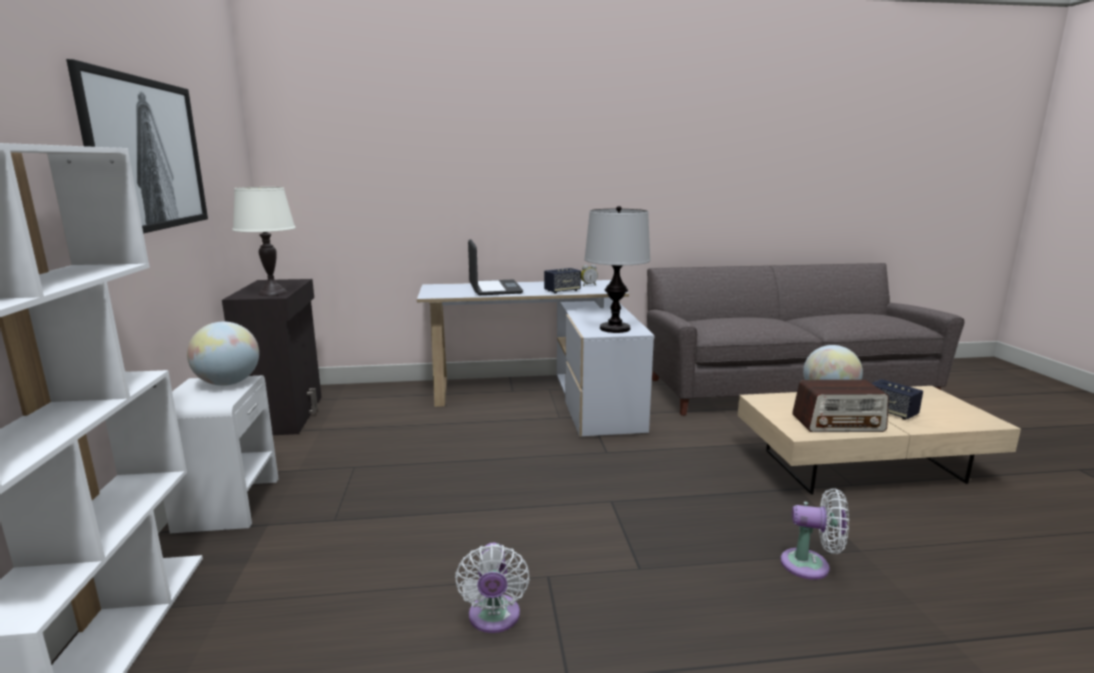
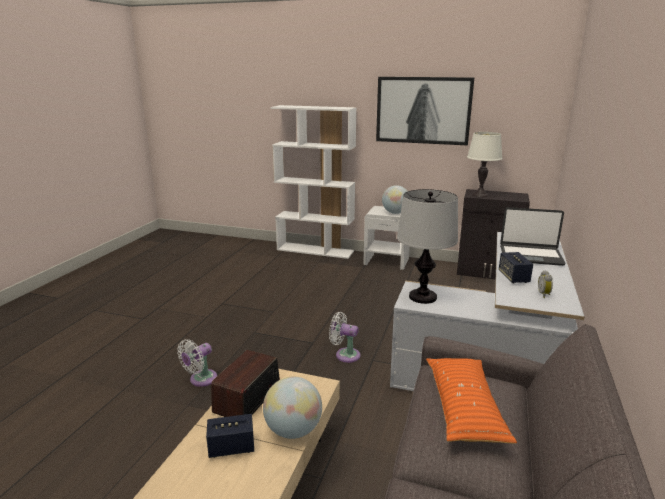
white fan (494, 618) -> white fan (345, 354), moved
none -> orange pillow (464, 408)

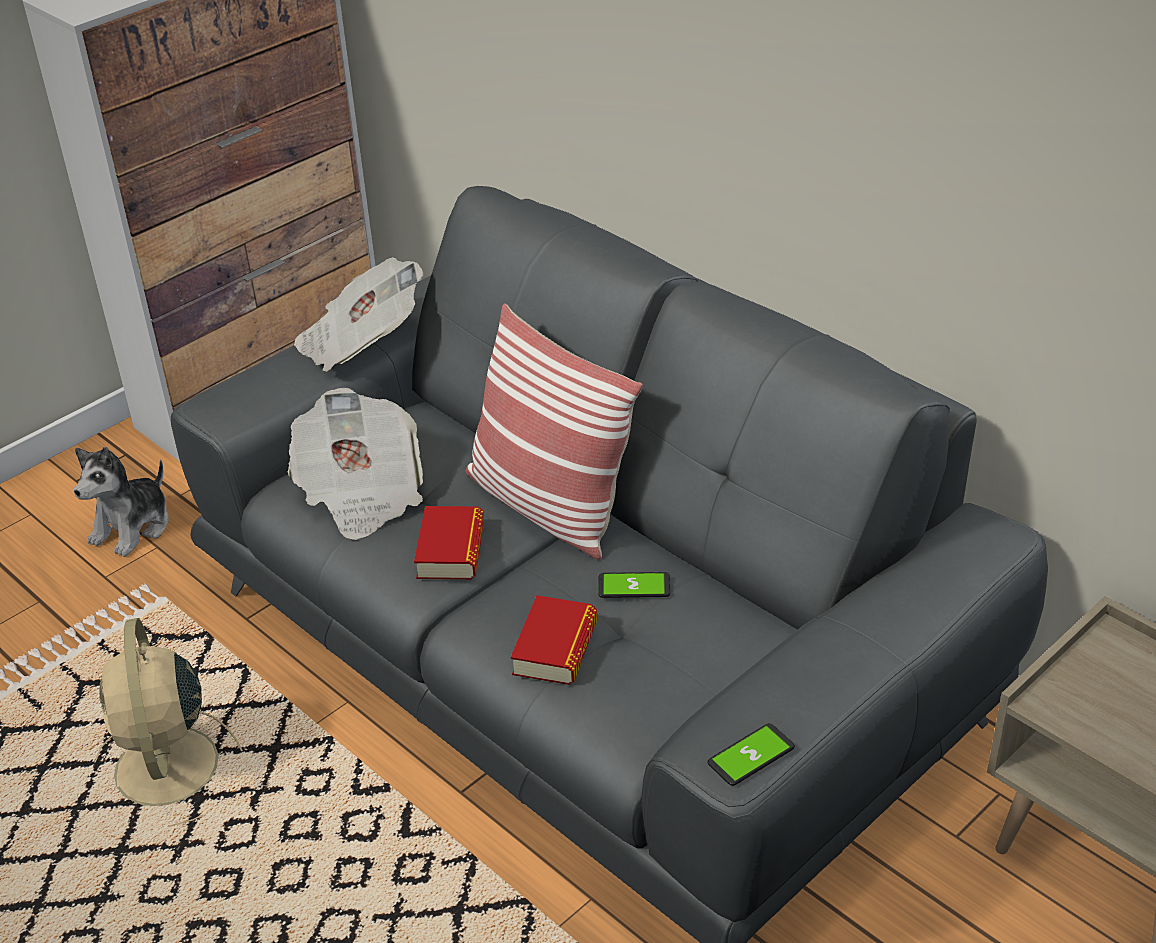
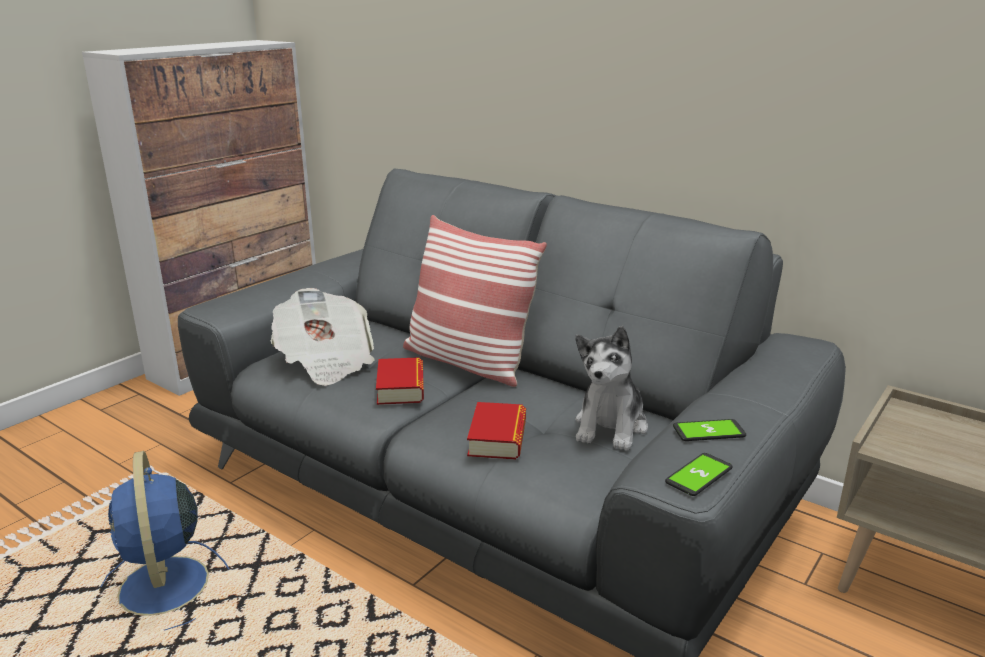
beige fan (167, 771) -> blue fan (164, 589)
plush toy (132, 527) -> plush toy (611, 426), moved
phone (634, 586) -> phone (708, 431), moved
newspaper (361, 343) -> none

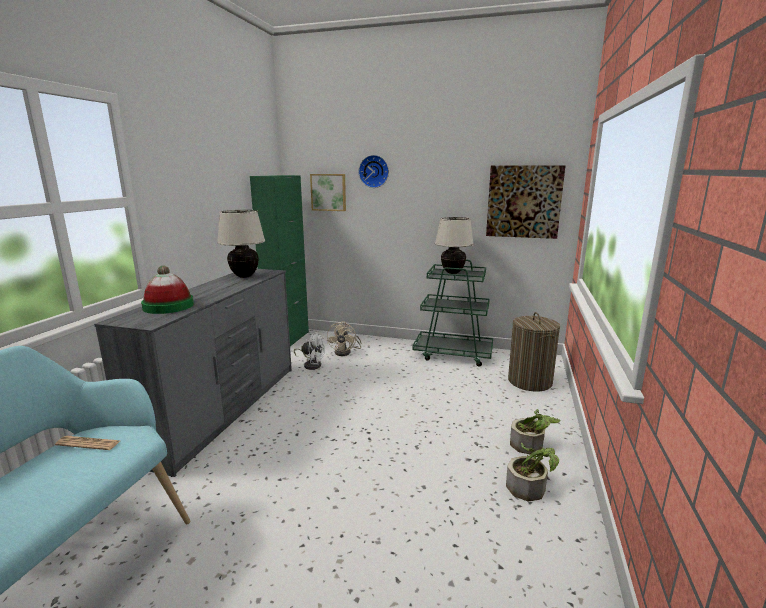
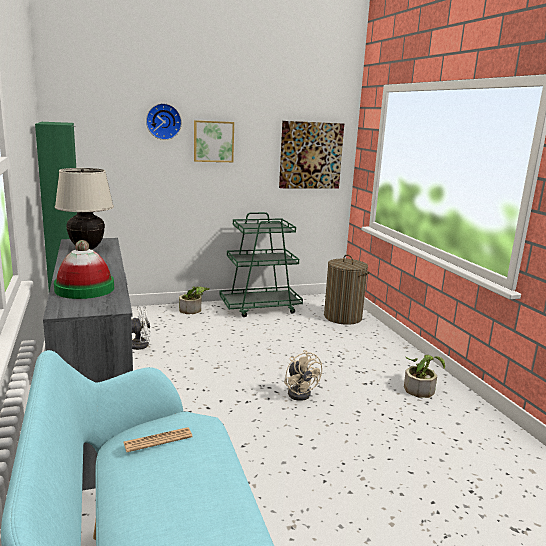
potted plant (531, 445) -> potted plant (193, 309), moved
picture (328, 192) -> picture (213, 141), moved
beige fan (346, 352) -> beige fan (300, 392), moved
beige table lamp (452, 272) -> none

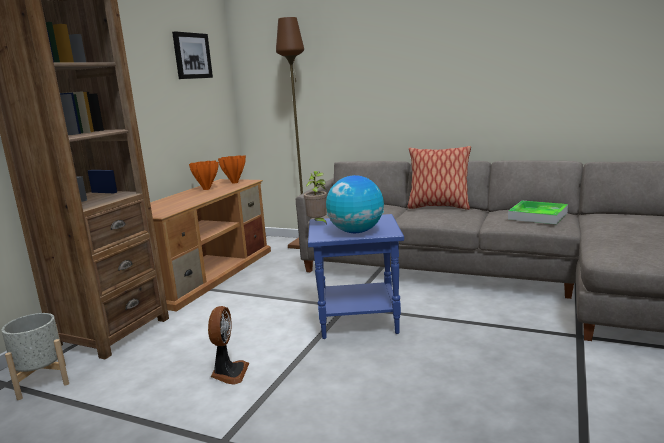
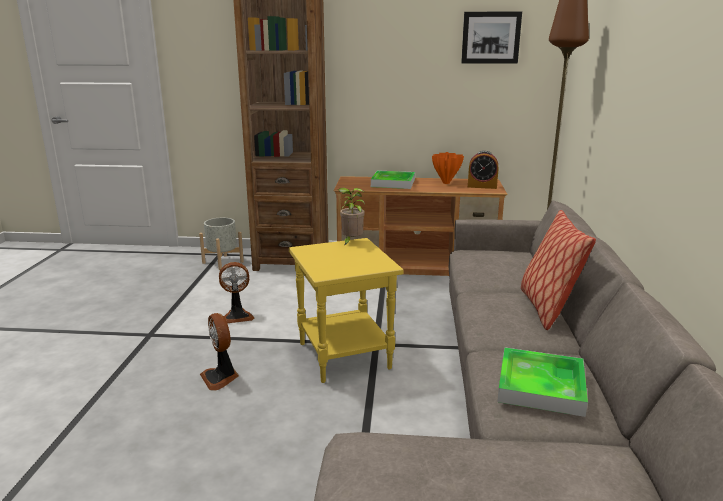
none -> fan (221, 378)
blue side table (359, 320) -> yellow side table (346, 356)
none -> tray (393, 183)
orange vase (234, 182) -> alarm clock (482, 186)
globe (356, 232) -> none

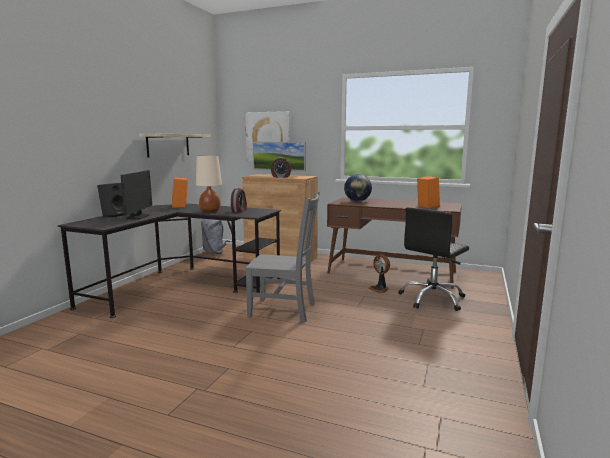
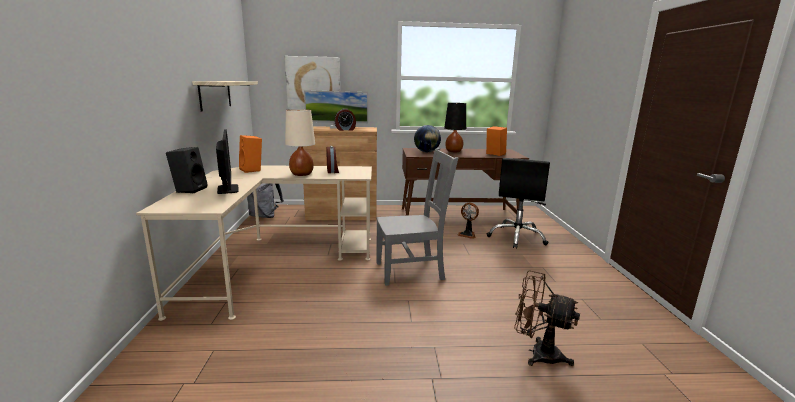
black desk (182, 286) -> beige desk (272, 262)
none -> black table lamp (453, 151)
none -> brown fan (537, 353)

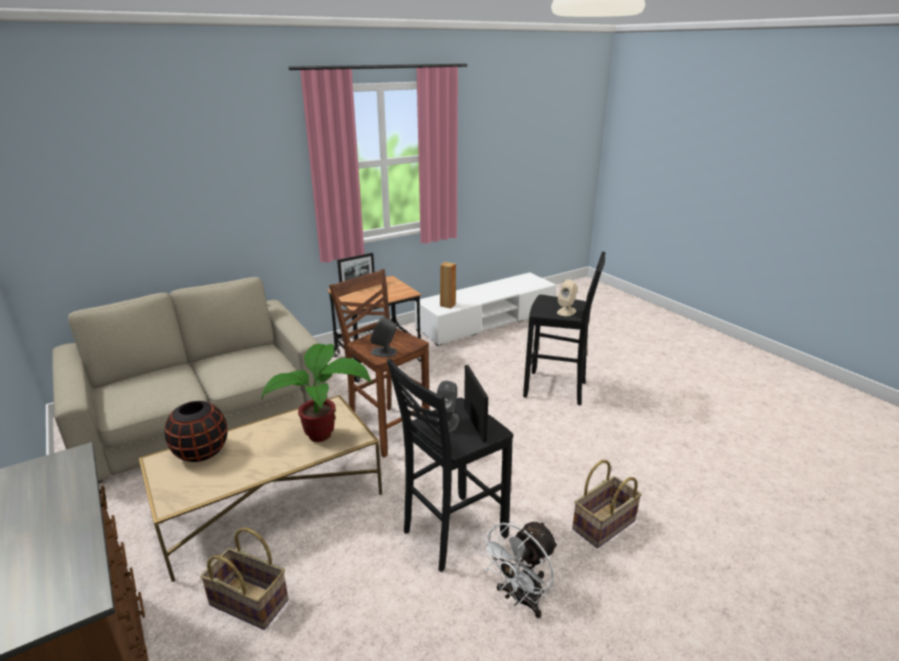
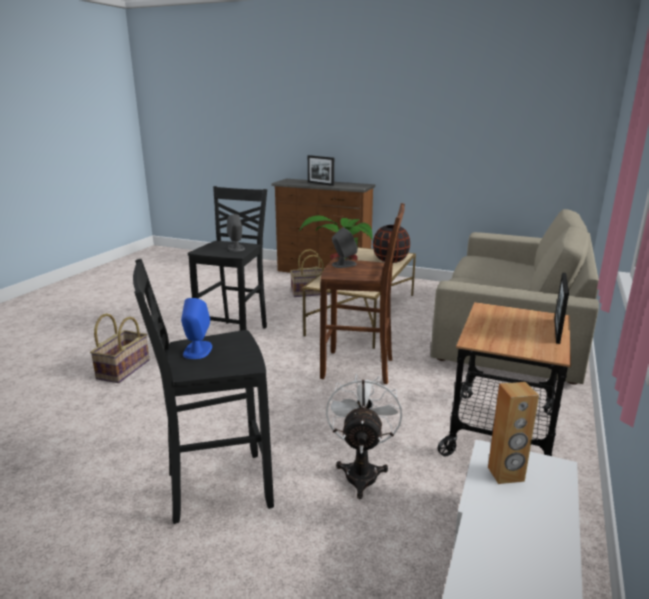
beige speaker (566, 311) -> blue speaker (197, 350)
picture frame (475, 423) -> picture frame (320, 183), moved
white fan (520, 599) -> white fan (361, 471), moved

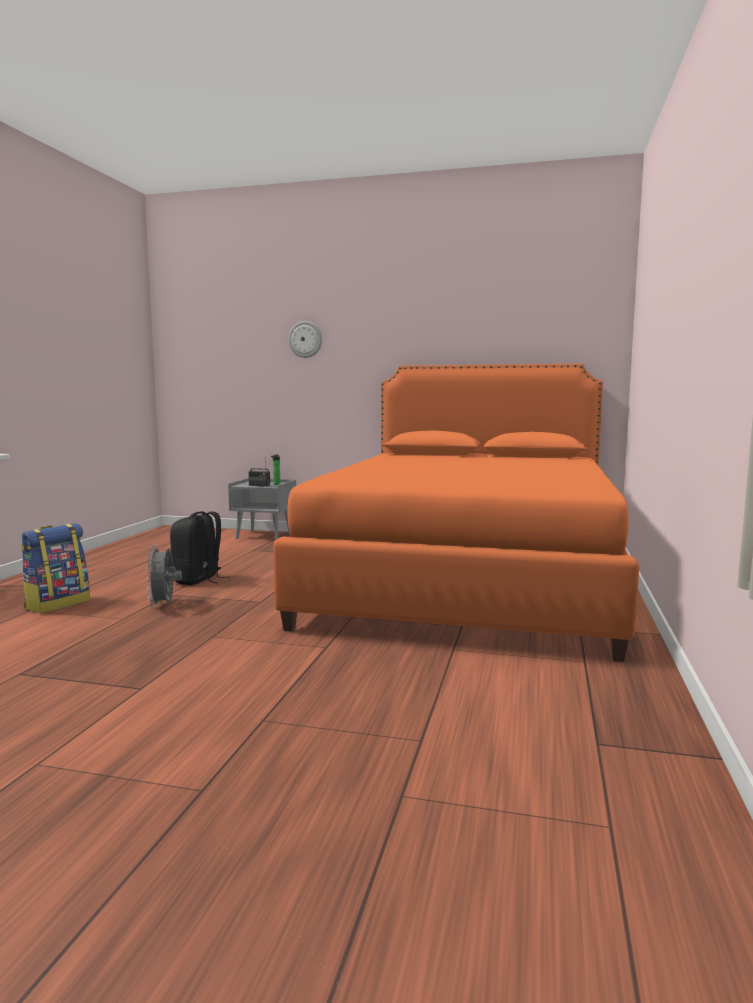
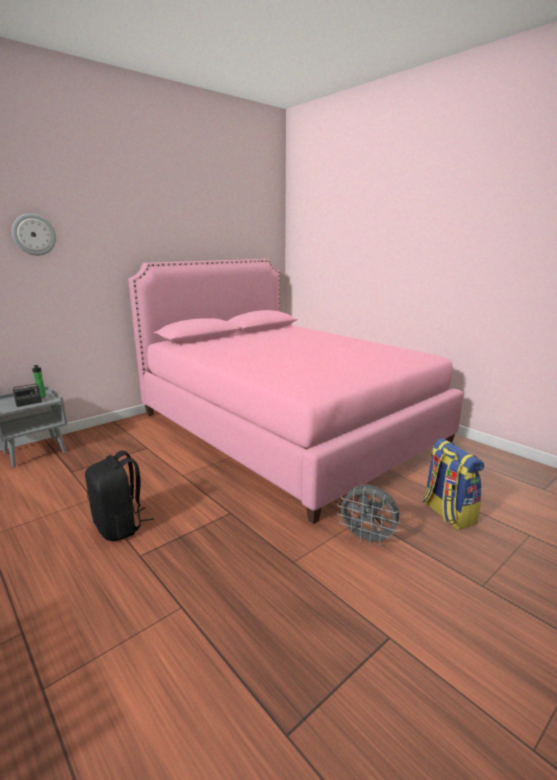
orange bed (468, 581) -> pink bed (286, 428)
grey fan (164, 606) -> grey fan (367, 539), moved
backpack (57, 604) -> backpack (447, 513), moved

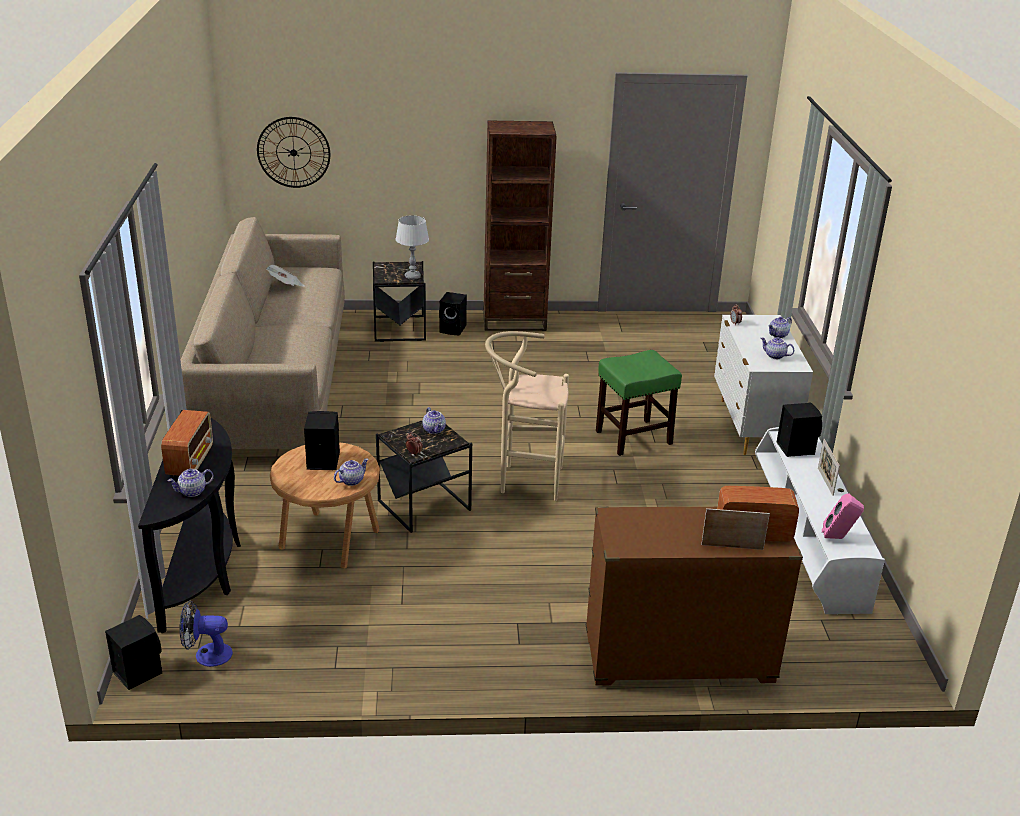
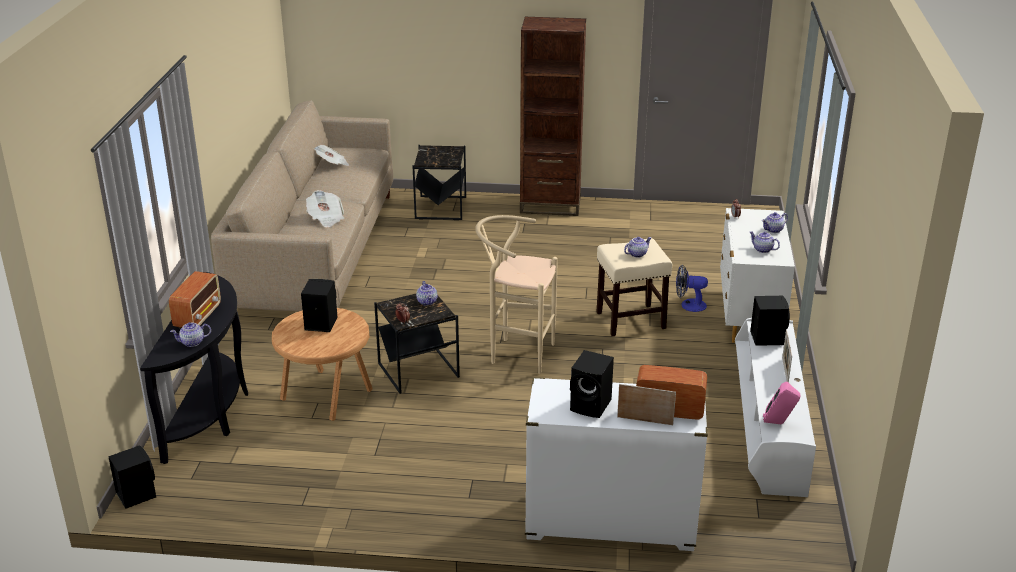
none -> newspaper (326, 218)
brown dresser (678, 658) -> white dresser (610, 522)
black speaker (453, 329) -> black speaker (592, 406), moved
green stool (633, 438) -> beige stool (630, 320)
teapot (351, 480) -> teapot (637, 254), moved
fan (206, 654) -> fan (688, 305), moved
wall clock (293, 152) -> none
grey table lamp (412, 276) -> none

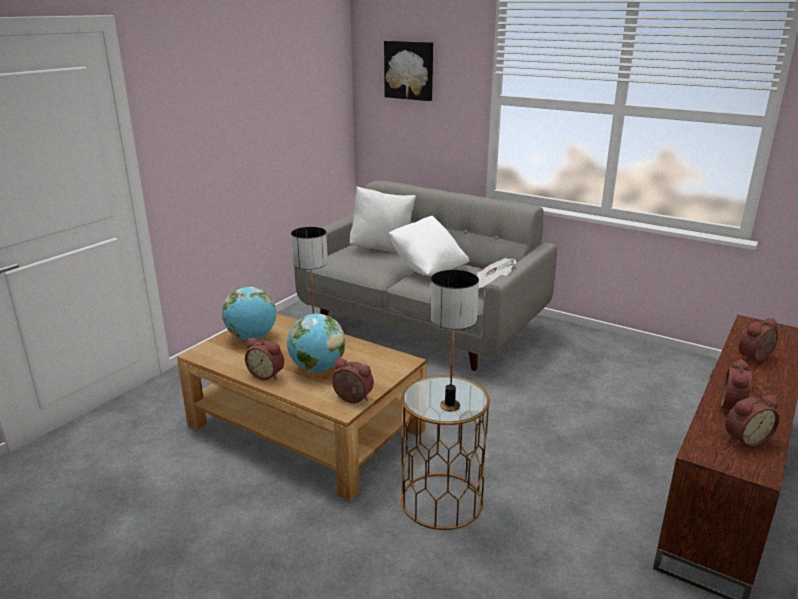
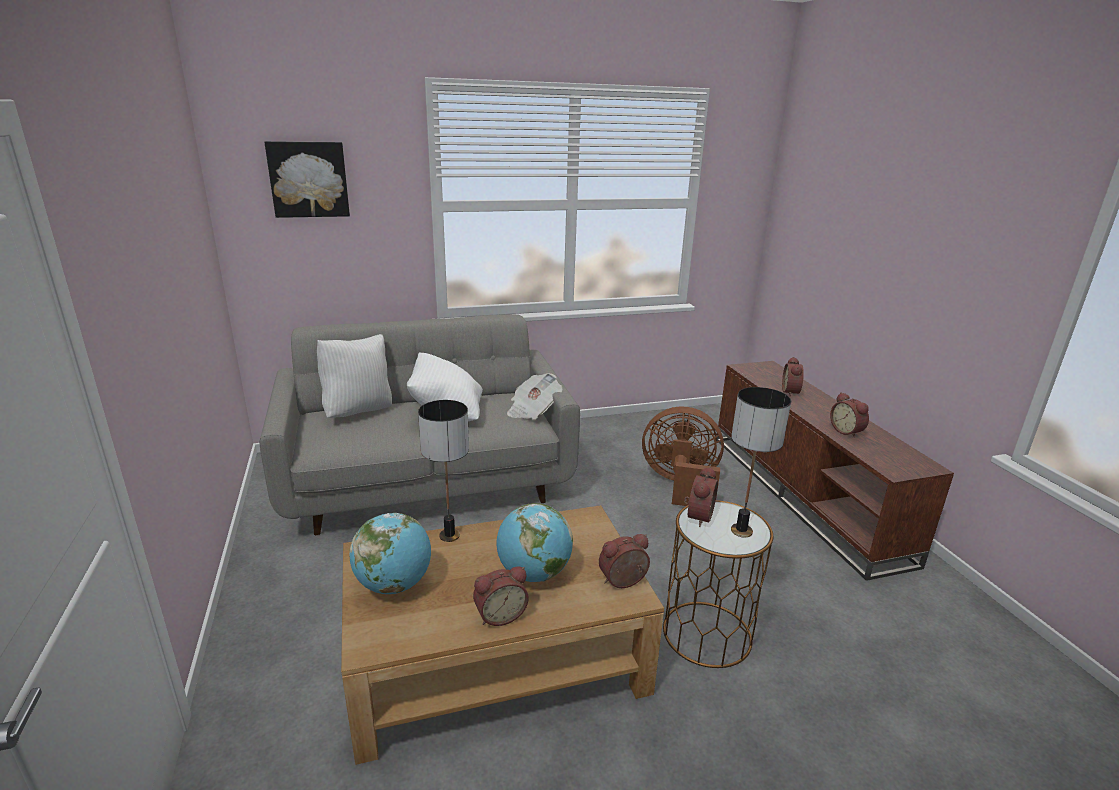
none -> brown fan (680, 485)
alarm clock (745, 439) -> alarm clock (697, 516), moved

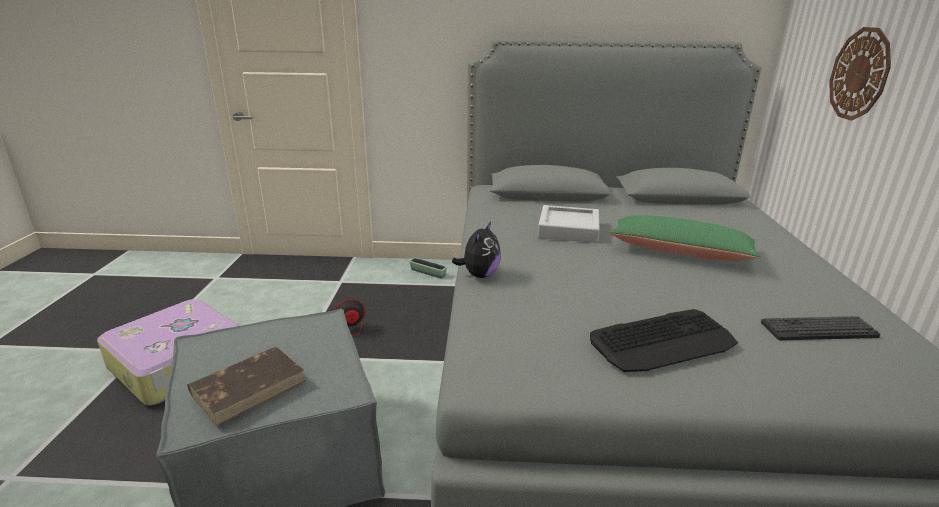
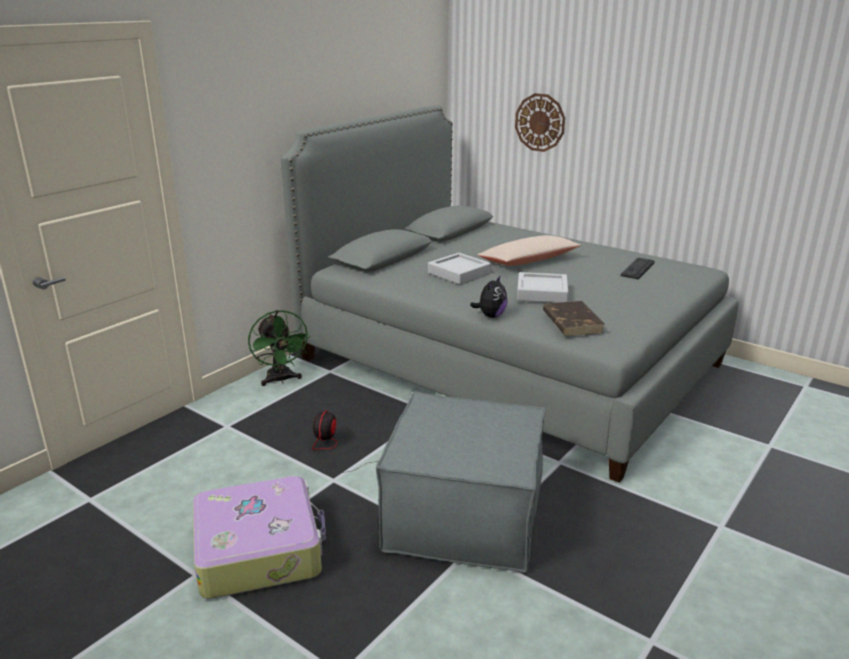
planter (428, 273) -> green fan (281, 380)
plush toy (479, 275) -> plush toy (490, 316), 60 degrees clockwise
green pillow (679, 252) -> beige pillow (528, 261)
none -> grey tray (542, 292)
brown book (249, 387) -> brown book (572, 322), moved
keyboard (663, 342) -> none

